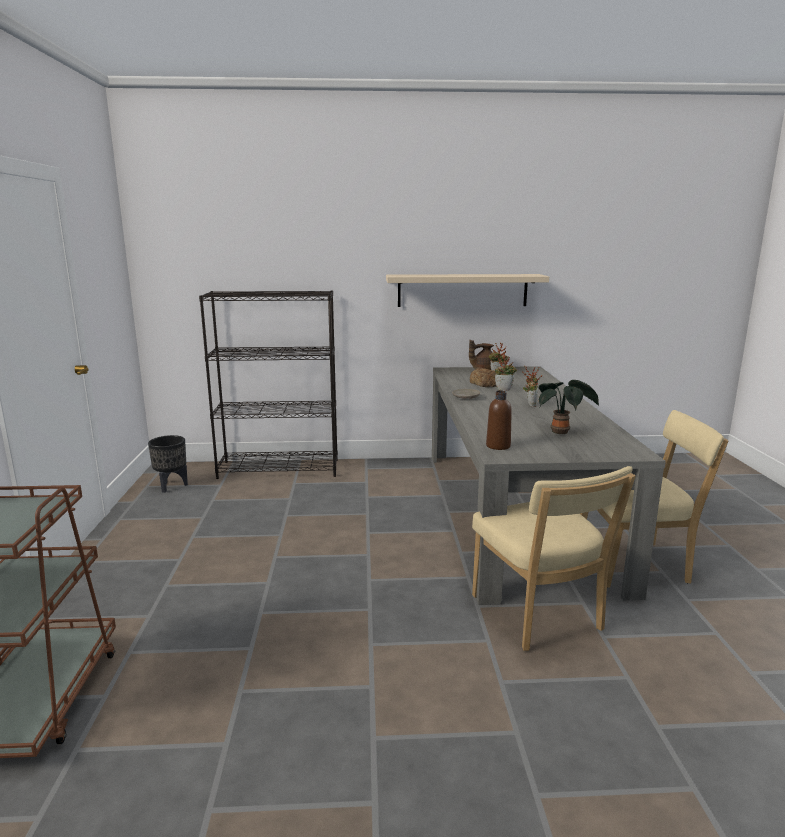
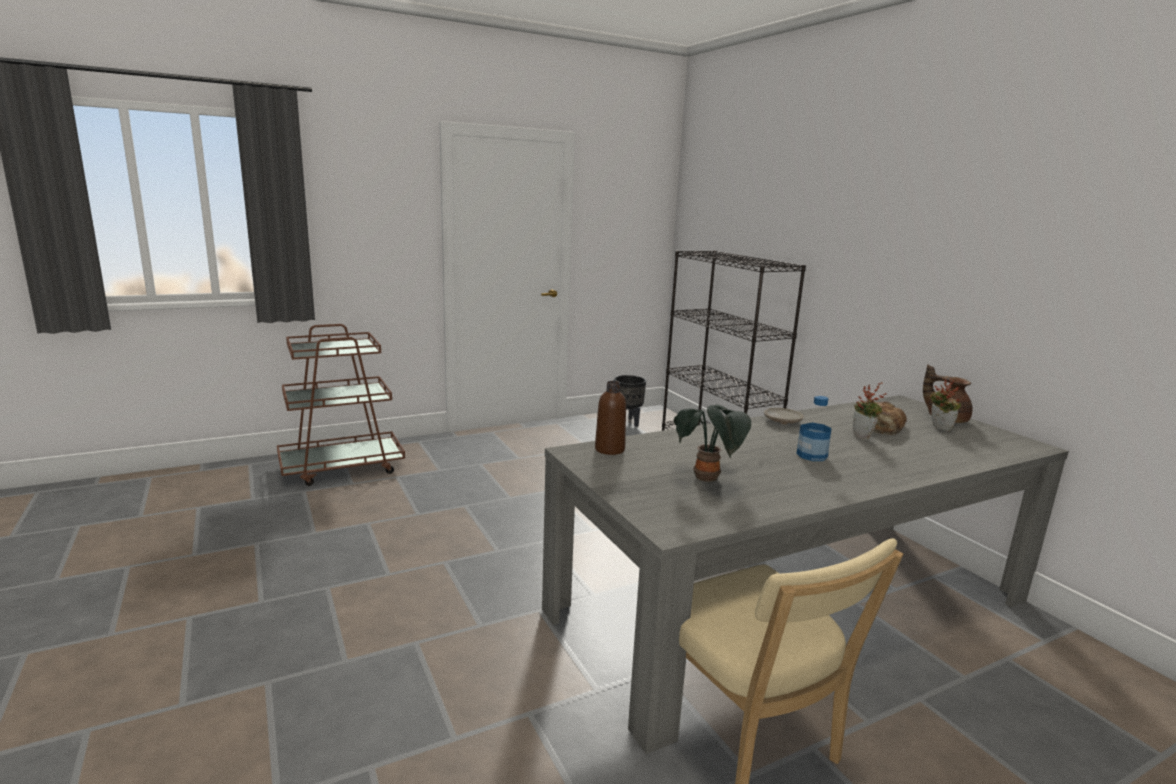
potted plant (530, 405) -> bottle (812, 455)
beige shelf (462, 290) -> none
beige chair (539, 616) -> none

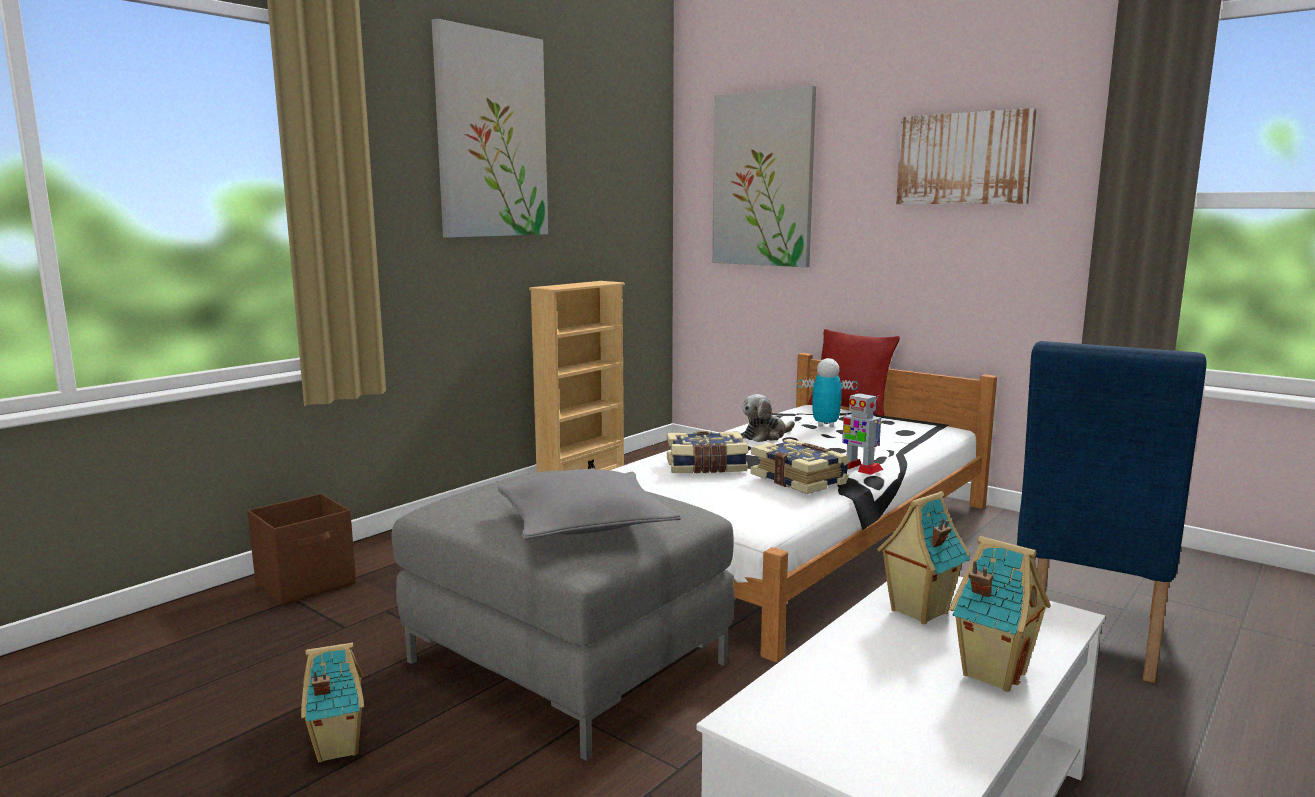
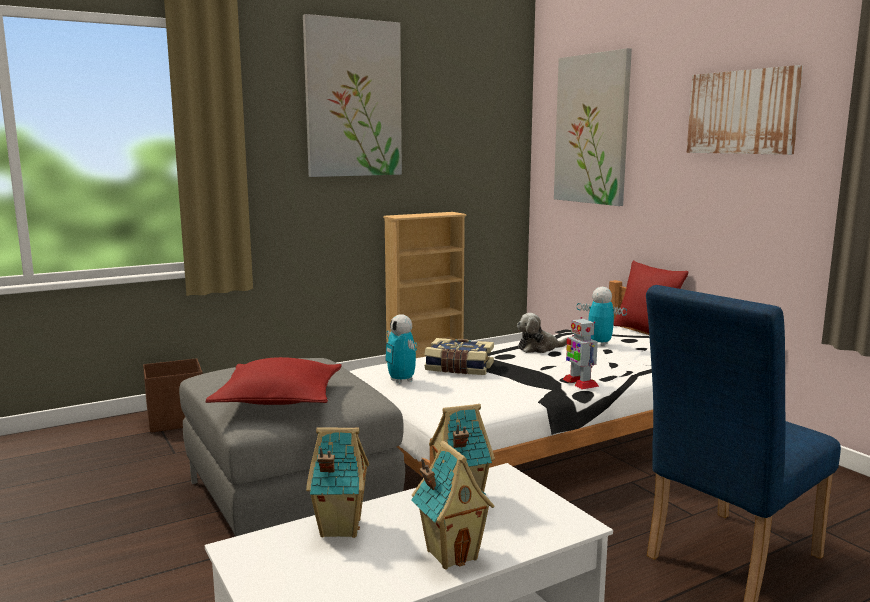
grey pillow (585, 524) -> red pillow (279, 398)
toy house (336, 748) -> toy house (339, 528), moved
none -> toy robot (401, 381)
book (800, 480) -> none

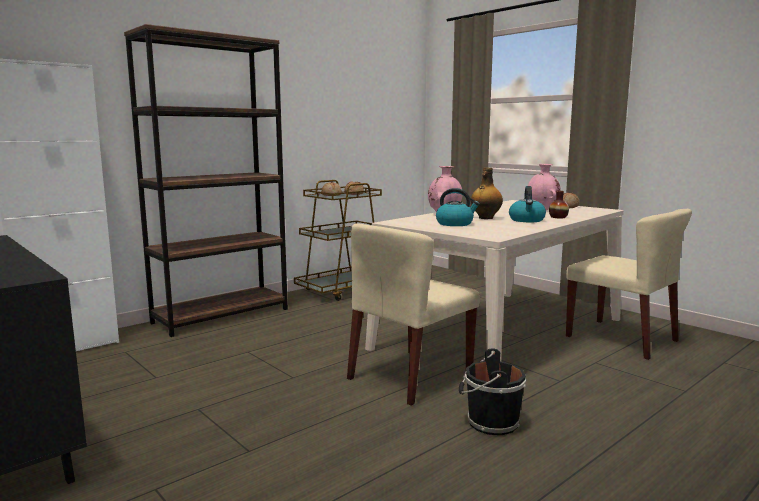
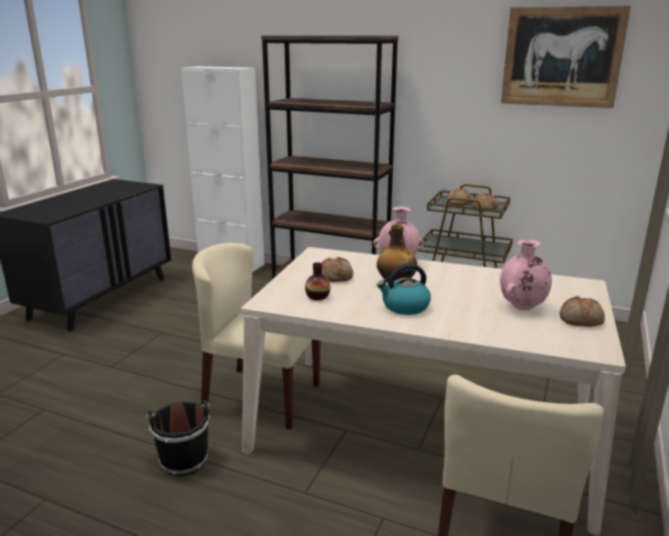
vase (558, 217) -> vase (317, 296), moved
kettle (455, 224) -> bread (335, 277)
none -> picture (561, 57)

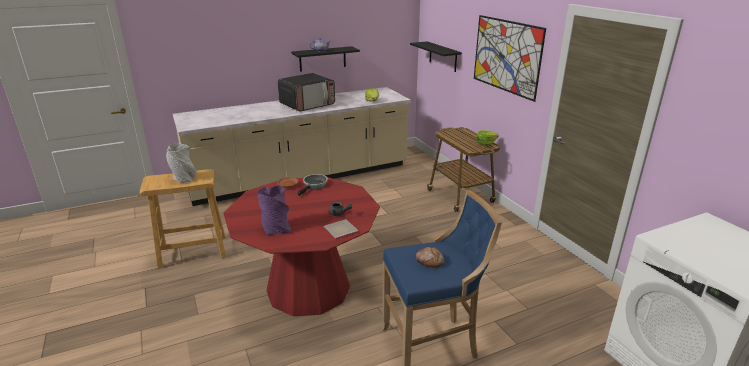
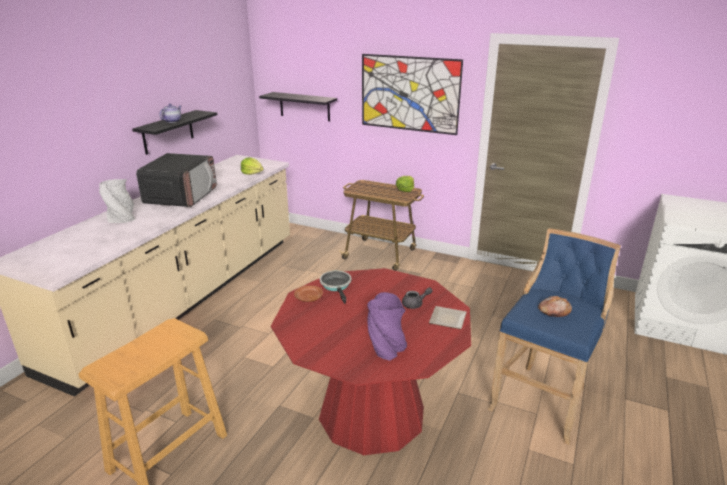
grey vase (184, 179) -> grey vase (122, 219), moved

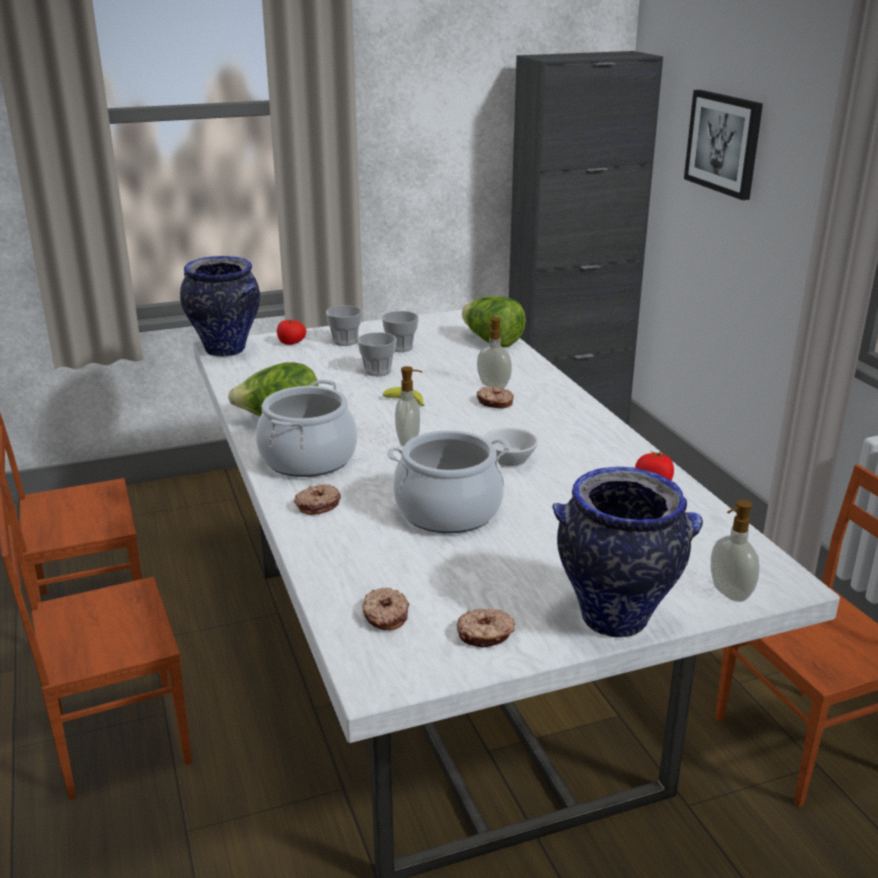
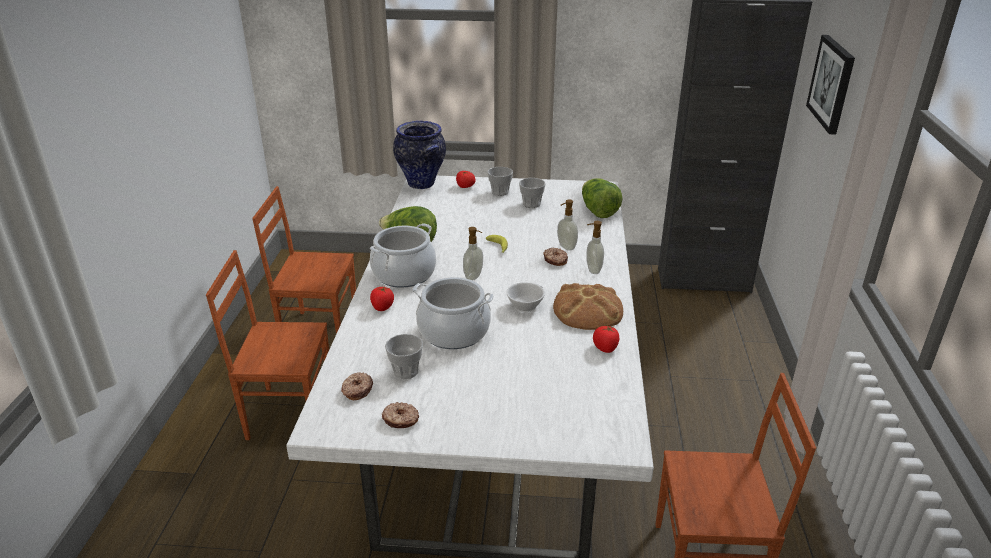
donut (317, 505) -> tomato (382, 307)
cup (378, 371) -> cup (406, 371), moved
none -> bread (587, 310)
soap dispenser (728, 593) -> soap dispenser (593, 270), moved
vase (616, 619) -> none

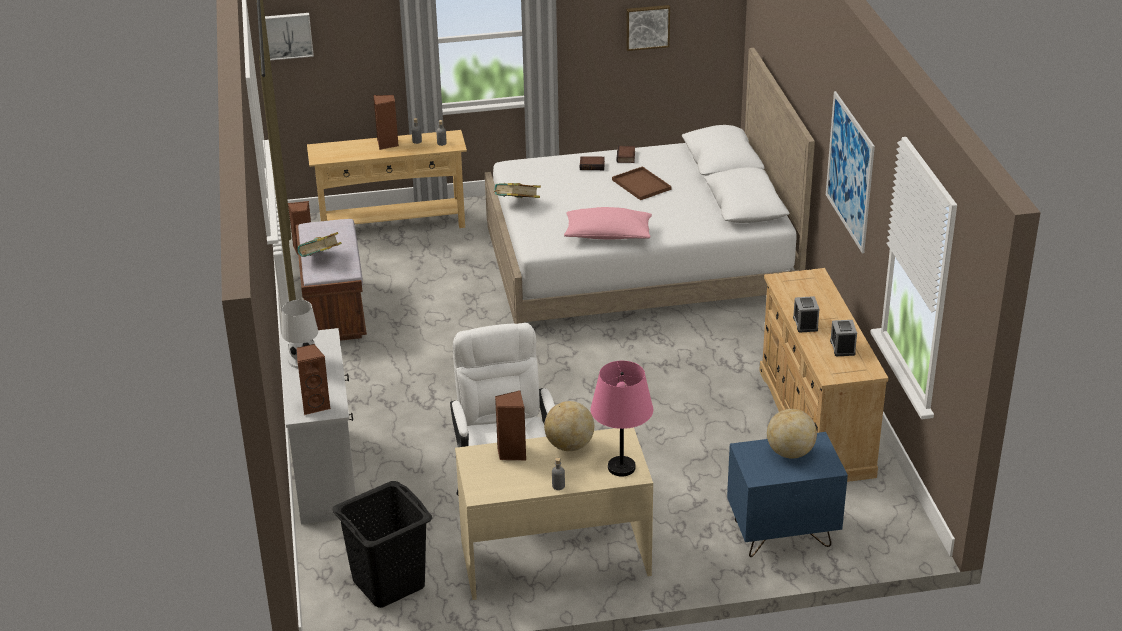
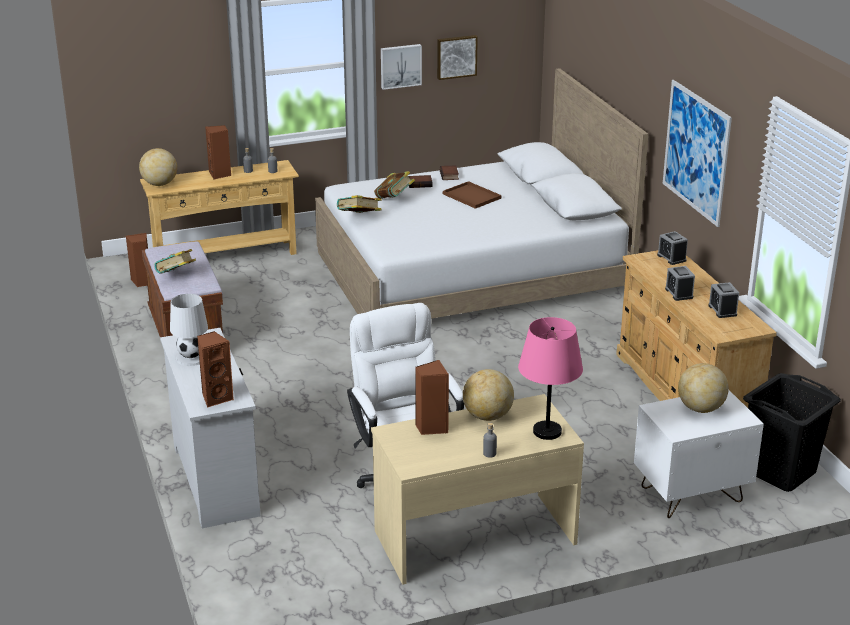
none -> globe (159, 184)
none -> book (394, 199)
picture (288, 35) -> picture (400, 66), moved
blue nightstand (782, 535) -> white nightstand (691, 495)
none -> alarm clock (671, 258)
black laundry basket (388, 583) -> black laundry basket (779, 472), moved
pink pillow (608, 236) -> none

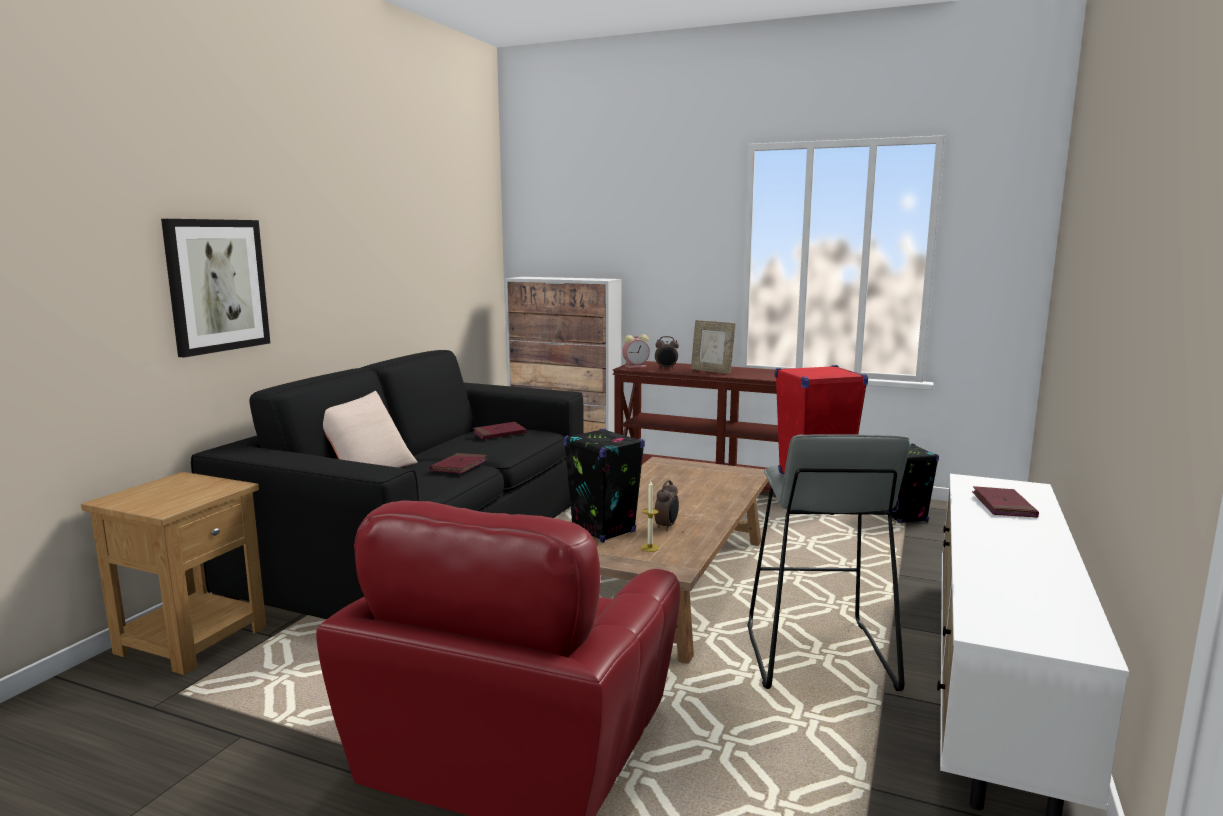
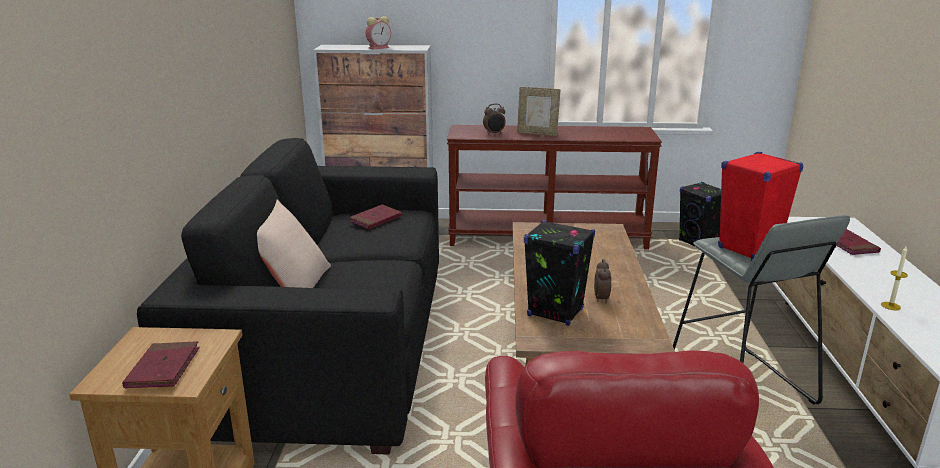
red book (459, 466) -> red book (163, 368), moved
alarm clock (636, 366) -> alarm clock (379, 48), moved
candle (649, 548) -> candle (890, 306), moved
picture (217, 285) -> none

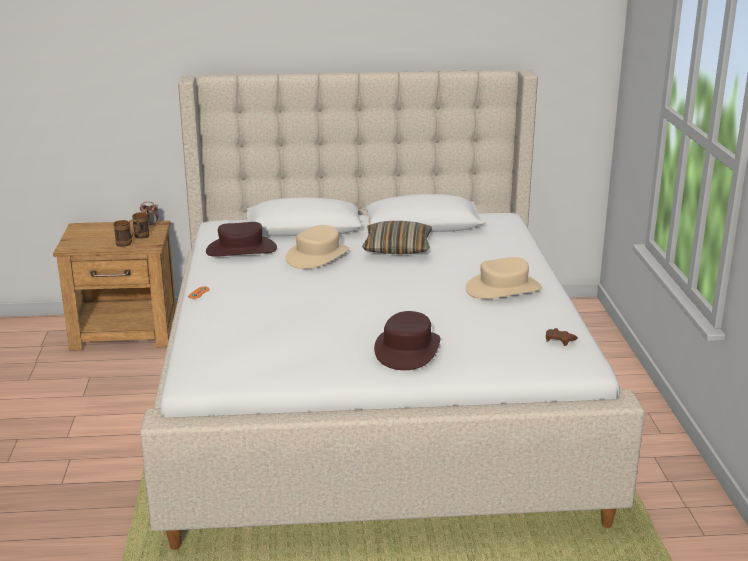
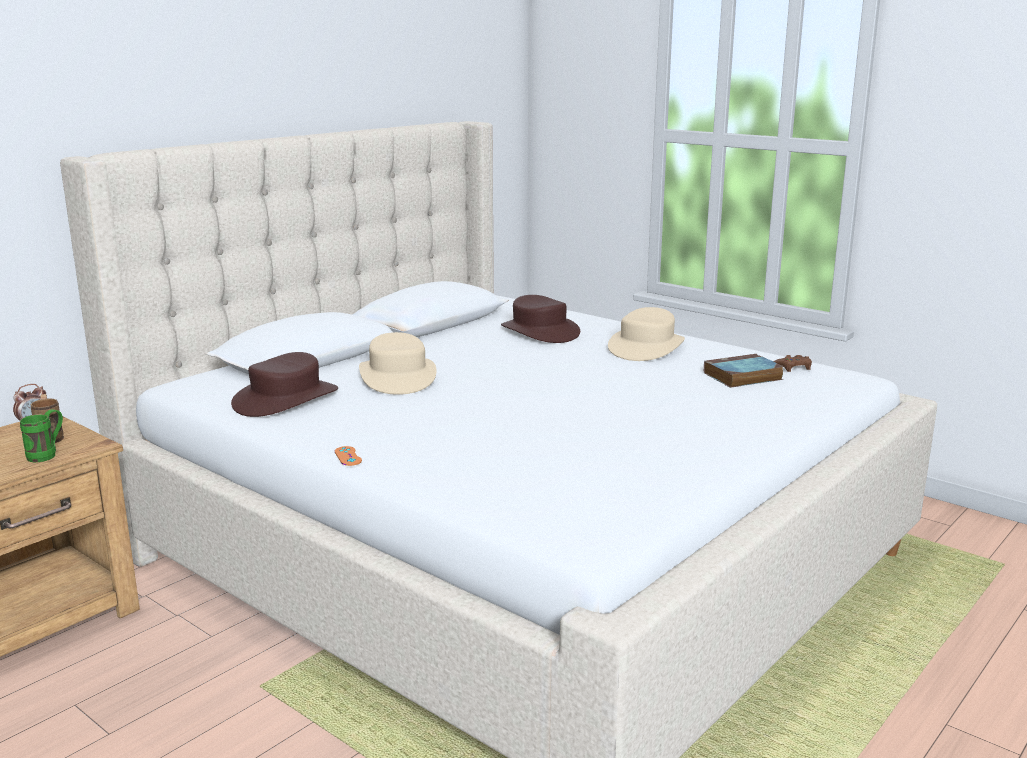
brown mug (127, 243) -> green mug (47, 454)
brown hat (407, 349) -> brown hat (539, 331), moved
none -> book (742, 376)
pillow (397, 248) -> none

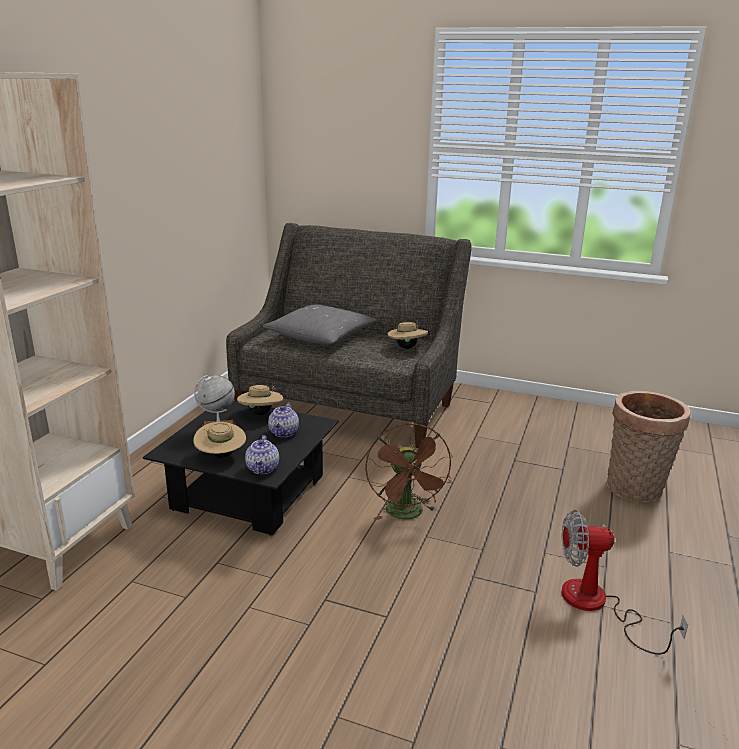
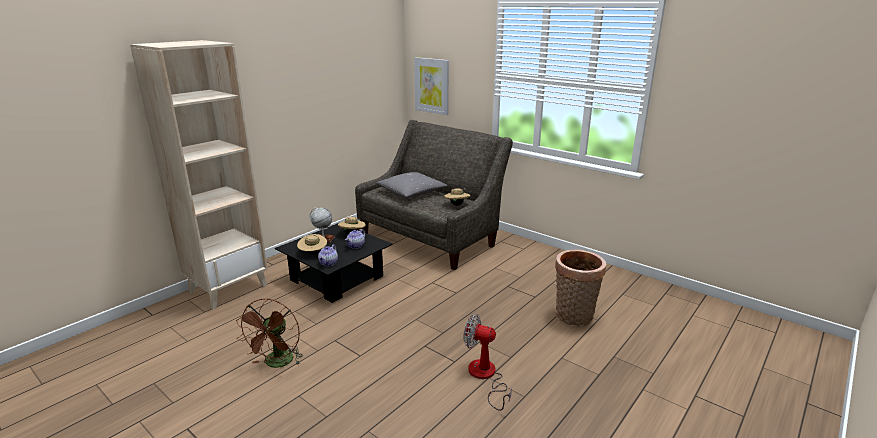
brown fan (407, 515) -> brown fan (277, 364), moved
none -> picture (432, 85)

